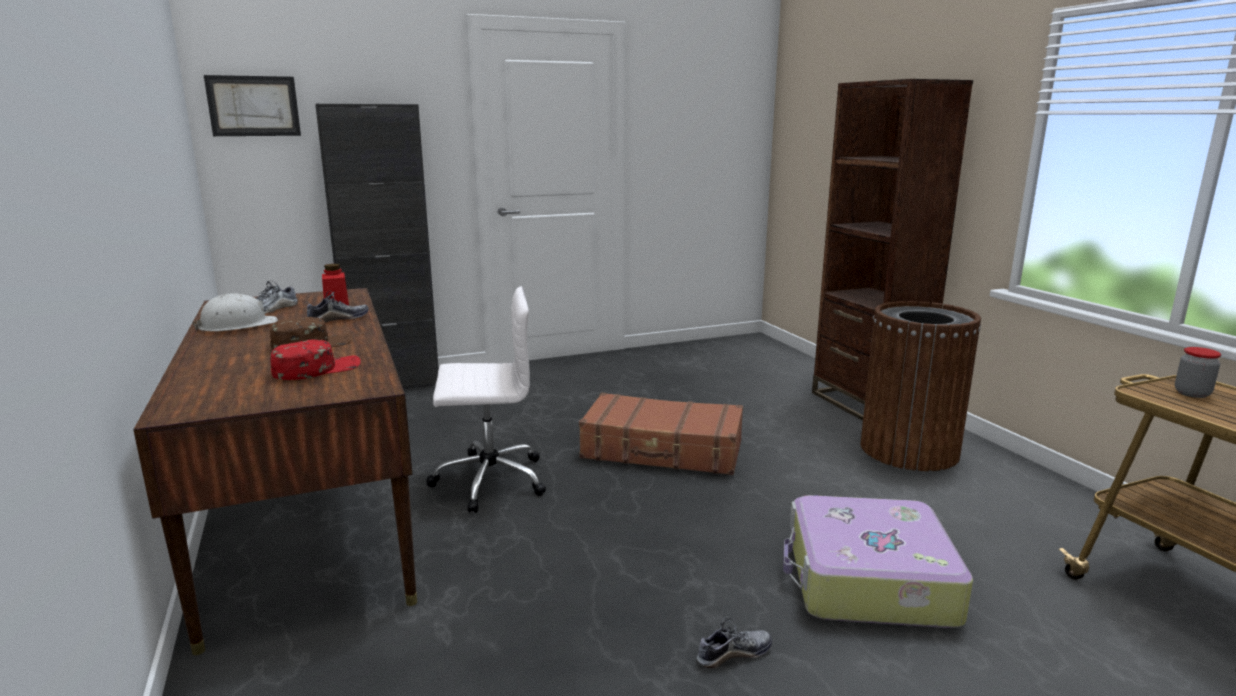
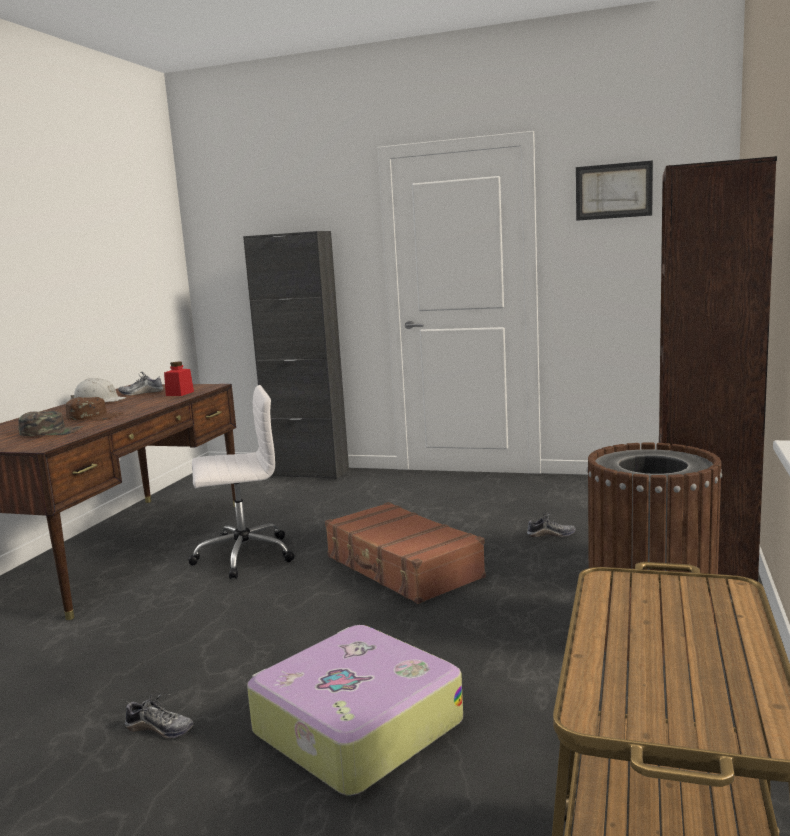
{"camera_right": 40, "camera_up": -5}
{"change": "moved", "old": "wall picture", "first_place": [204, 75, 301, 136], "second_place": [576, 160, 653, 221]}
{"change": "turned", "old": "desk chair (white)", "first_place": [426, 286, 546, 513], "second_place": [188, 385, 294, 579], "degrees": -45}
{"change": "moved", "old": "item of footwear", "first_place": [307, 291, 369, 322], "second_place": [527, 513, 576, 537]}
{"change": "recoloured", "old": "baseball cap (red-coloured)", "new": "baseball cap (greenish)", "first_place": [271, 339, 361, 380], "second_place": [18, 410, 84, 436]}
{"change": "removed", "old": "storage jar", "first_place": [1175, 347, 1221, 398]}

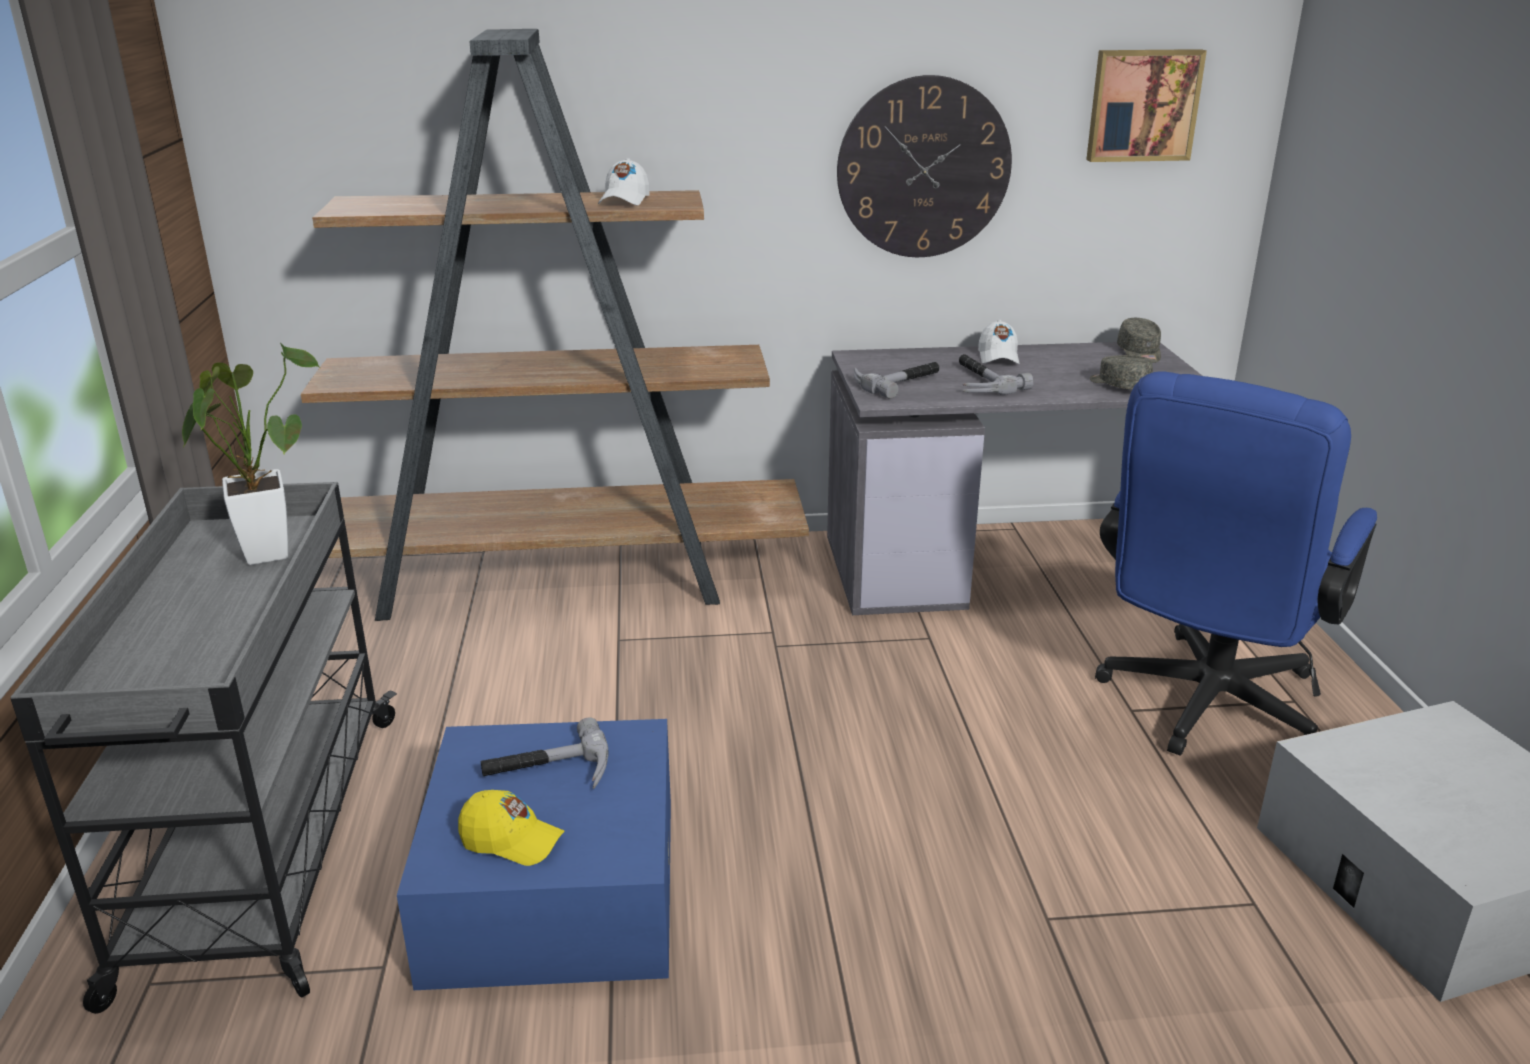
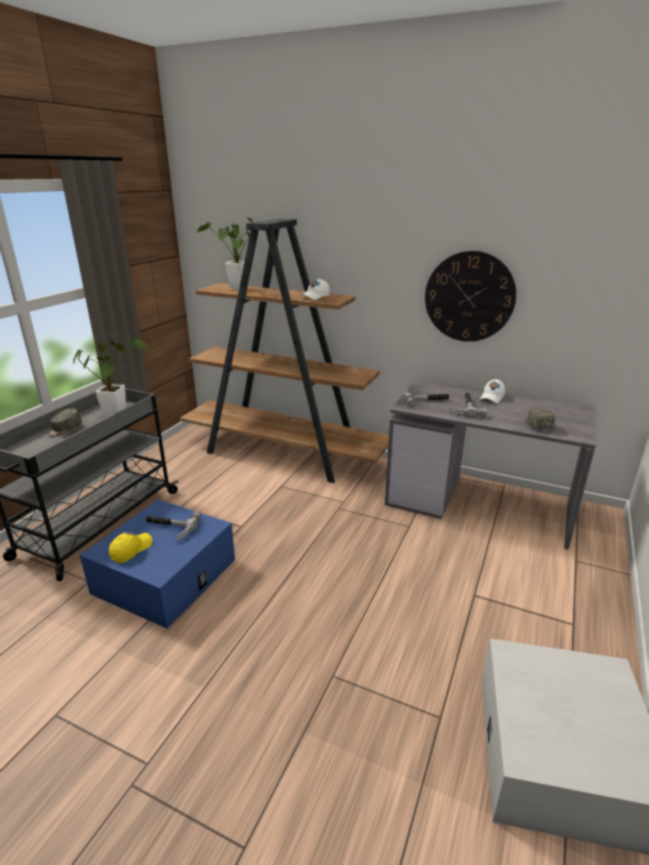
{"camera_right": 30, "camera_up": 0}
{"change": "removed", "old": "wall picture", "first_place": [1086, 49, 1207, 162]}
{"change": "moved", "old": "baseball cap (grey)", "first_place": [1117, 318, 1161, 363], "second_place": [48, 408, 82, 437]}
{"change": "removed", "old": "desk chair (bluish)", "first_place": [1095, 371, 1377, 756]}
{"change": "turned", "old": "baseball cap (yellow-coloured)", "first_place": [458, 790, 564, 866], "second_place": [109, 532, 152, 563], "degrees": -105}
{"change": "added", "new": "houseplant", "second_place": [197, 217, 253, 290]}

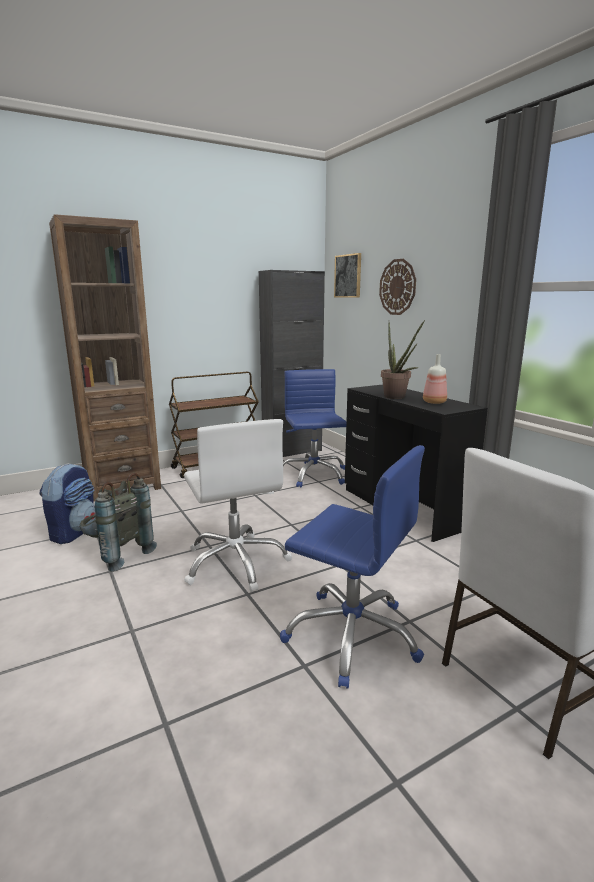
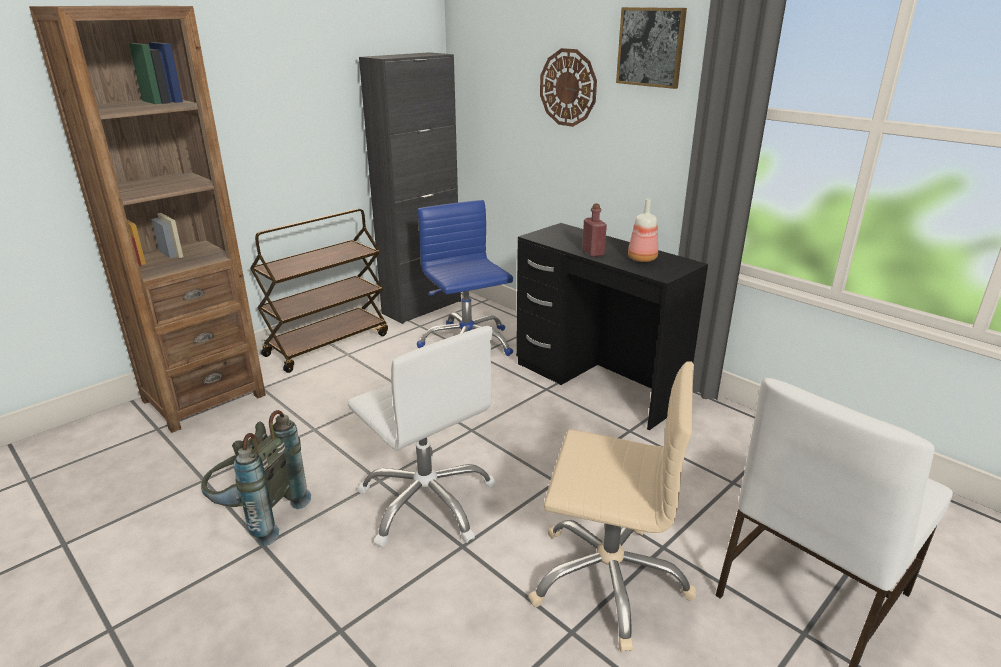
{"camera_right": -15, "camera_up": 10}
{"change": "moved", "old": "wall picture", "first_place": [334, 253, 361, 298], "second_place": [616, 7, 687, 89]}
{"change": "replaced", "old": "houseplant", "new": "drink bottle (red-coloured)", "first_place": [381, 320, 425, 399], "second_place": [582, 203, 607, 257]}
{"change": "recoloured", "old": "desk chair (bluish)", "new": "desk chair (beige-coloured)", "first_place": [280, 445, 425, 689], "second_place": [529, 361, 696, 652]}
{"change": "removed", "old": "rucksack", "first_place": [39, 463, 95, 544]}

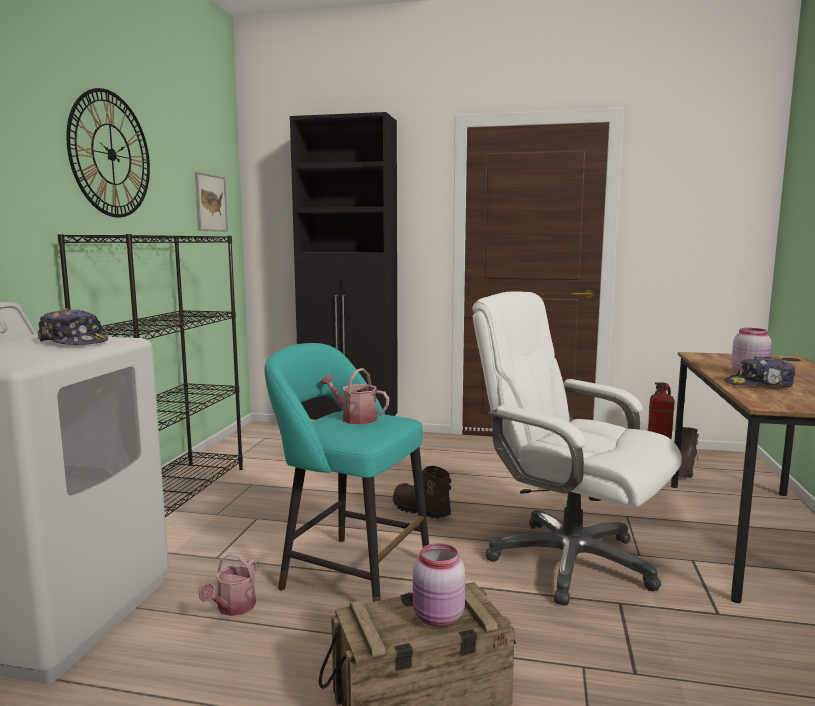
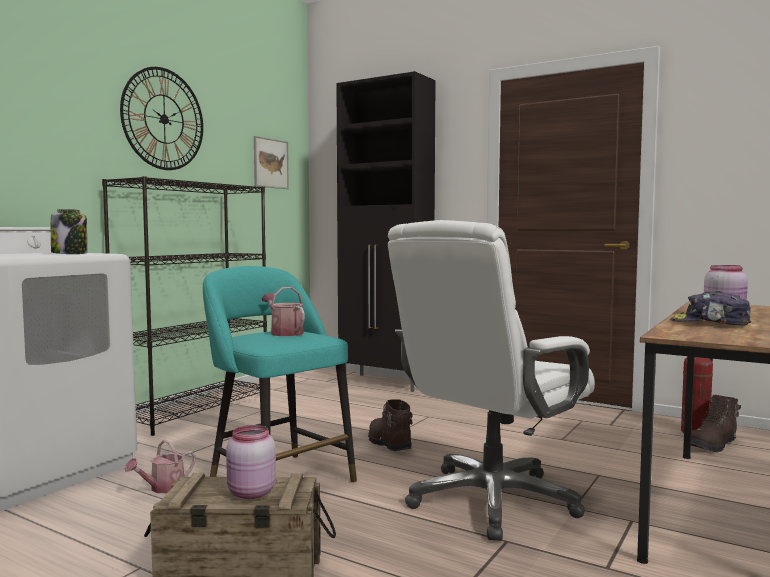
{"camera_right": 20, "camera_up": -5}
{"change": "turned", "old": "desk chair (white)", "first_place": [472, 292, 682, 605], "second_place": [388, 220, 595, 541], "degrees": -105}
{"change": "replaced", "old": "baseball cap", "new": "storage jar", "first_place": [38, 308, 108, 345], "second_place": [51, 209, 87, 254]}

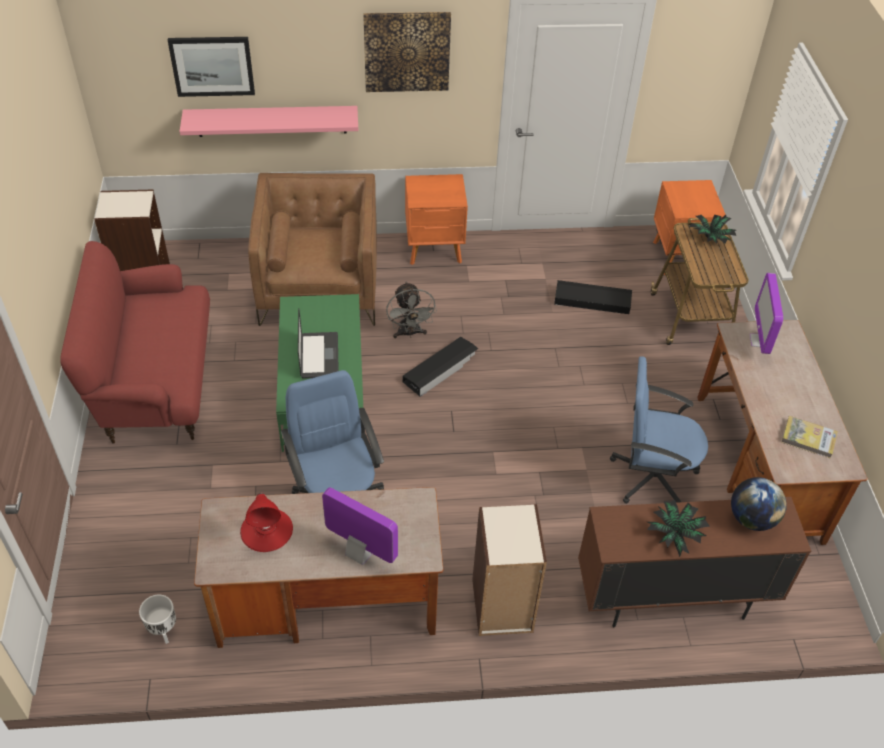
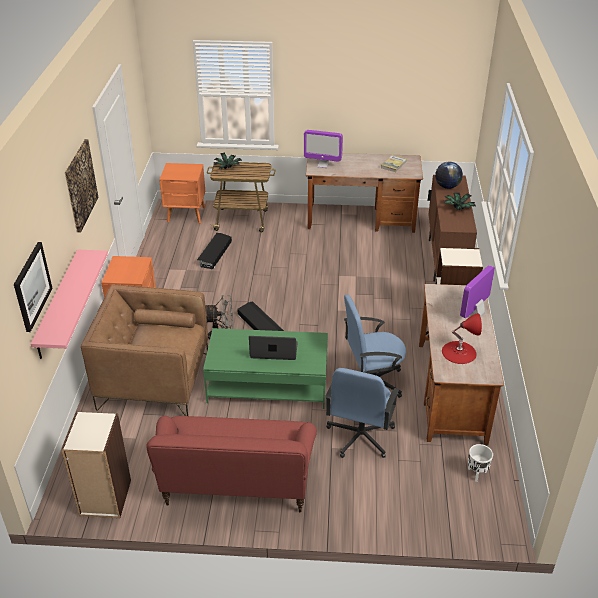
{"camera_right": -80, "camera_up": -10}
{"change": "moved", "old": "desk chair (bluish)", "first_place": [610, 356, 708, 504], "second_place": [325, 368, 400, 458]}

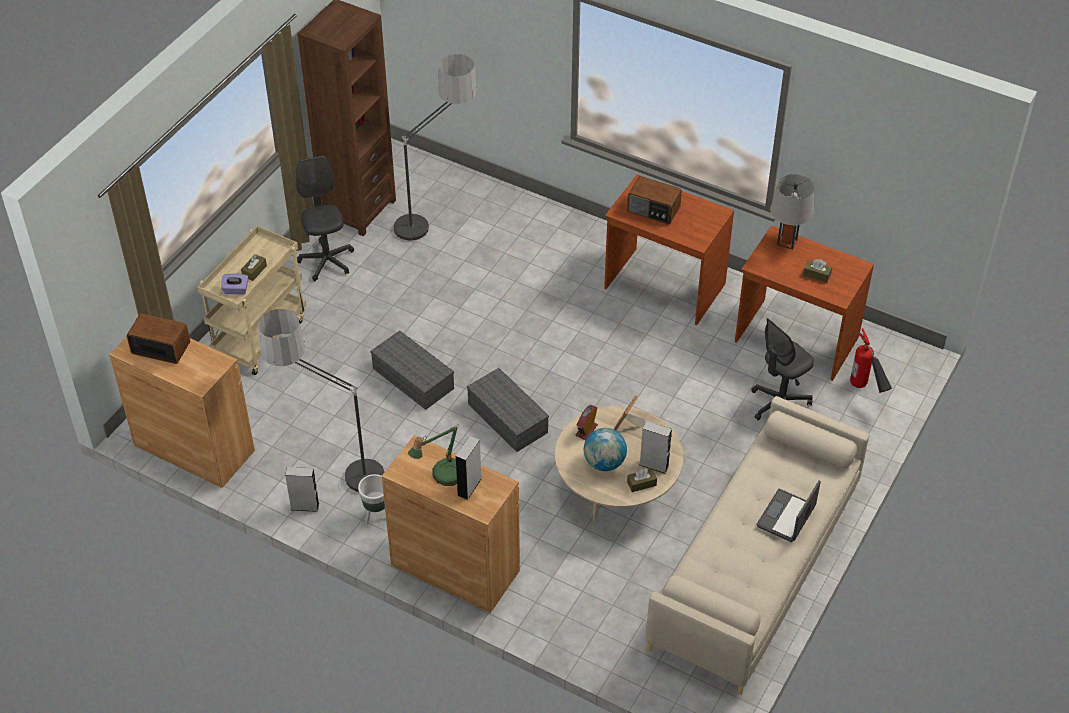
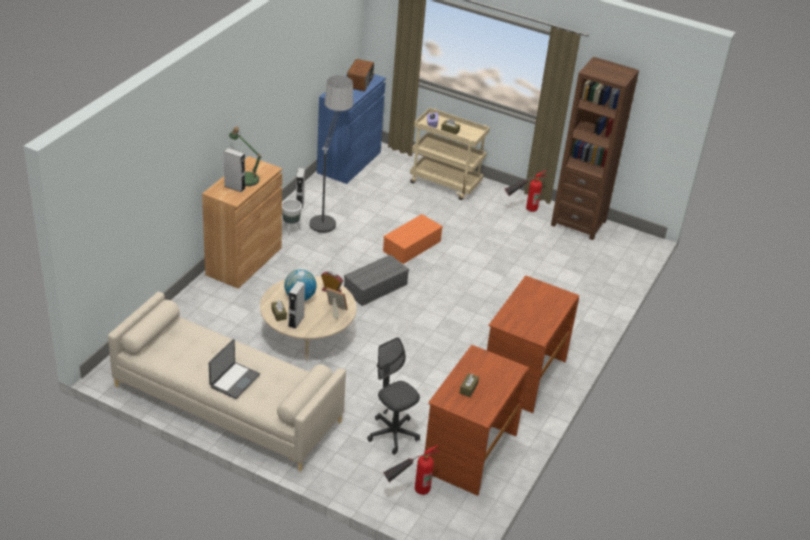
{"camera_right": 85, "camera_up": -10}
{"change": "removed", "old": "standing lamp", "first_place": [392, 54, 477, 241]}
{"change": "replaced", "old": "desk chair (grey)", "new": "fire-fighting cylinder", "first_place": [296, 156, 354, 281], "second_place": [505, 170, 547, 212]}
{"change": "removed", "old": "tabletop lamp (grey)", "first_place": [770, 174, 814, 249]}
{"change": "removed", "old": "radio set", "first_place": [627, 176, 682, 225]}
{"change": "recoloured", "old": "storage box (grey)", "new": "storage box (orange-coloured)", "first_place": [370, 330, 454, 410], "second_place": [383, 214, 443, 264]}
{"change": "recoloured", "old": "cupboard (brownish)", "new": "cupboard (bluish)", "first_place": [109, 337, 255, 488], "second_place": [317, 74, 386, 184]}
{"change": "turned", "old": "laptop", "first_place": [756, 480, 821, 542], "second_place": [209, 339, 260, 399], "degrees": 90}

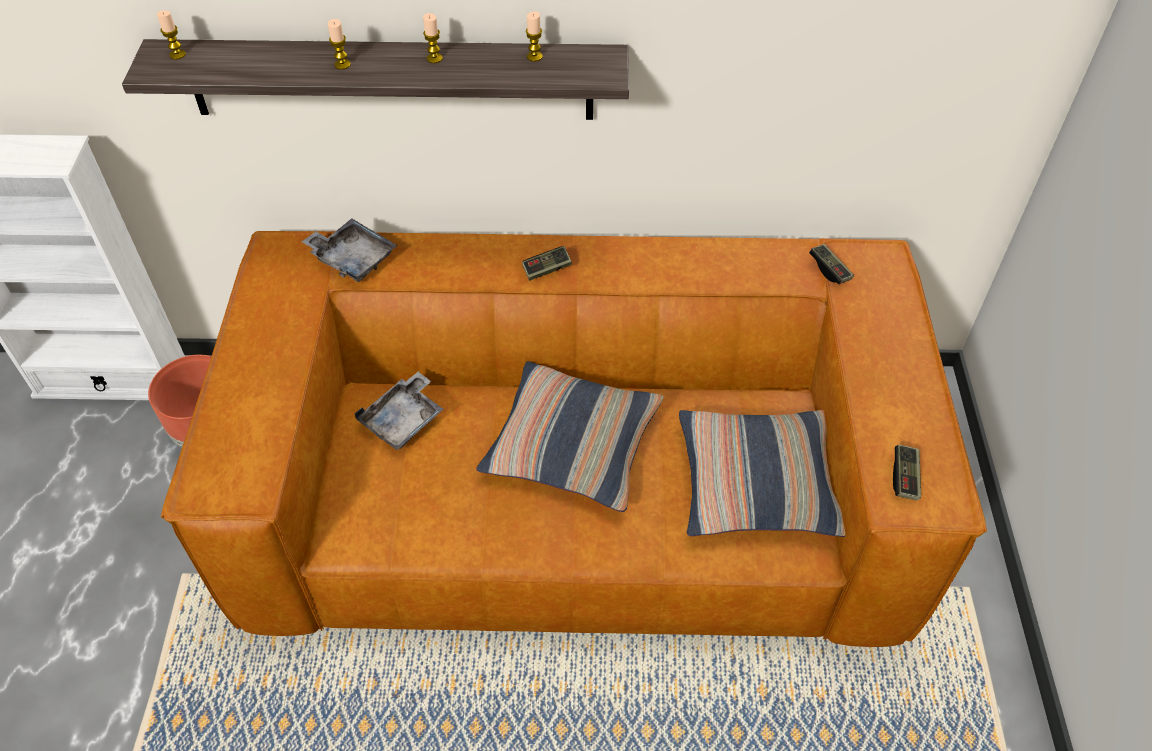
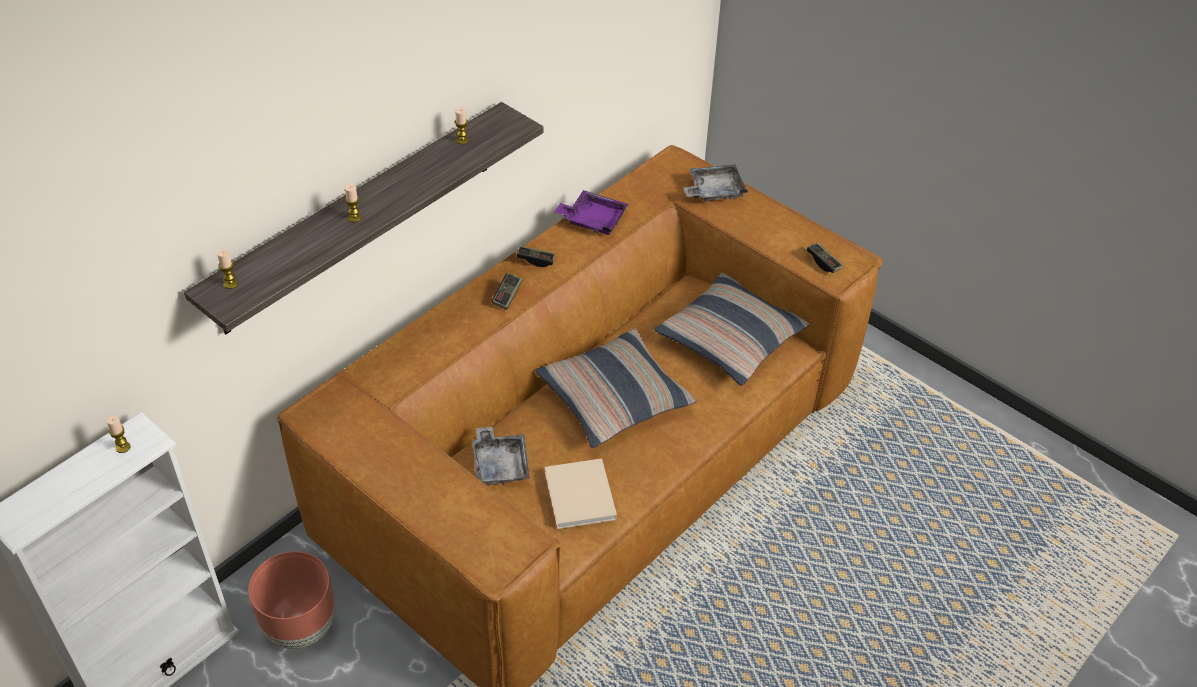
{"camera_right": -50, "camera_up": -5}
{"change": "moved", "old": "candle", "first_place": [423, 13, 443, 63], "second_place": [106, 416, 130, 453]}
{"change": "moved", "old": "serving tray (grey)", "first_place": [302, 218, 398, 282], "second_place": [683, 164, 748, 201]}
{"change": "moved", "old": "joypad", "first_place": [809, 244, 854, 284], "second_place": [516, 246, 555, 267]}
{"change": "added", "new": "serving tray (purple-coloured)", "second_place": [554, 190, 628, 235]}
{"change": "added", "new": "bound book (beige-coloured)", "second_place": [545, 458, 617, 529]}

